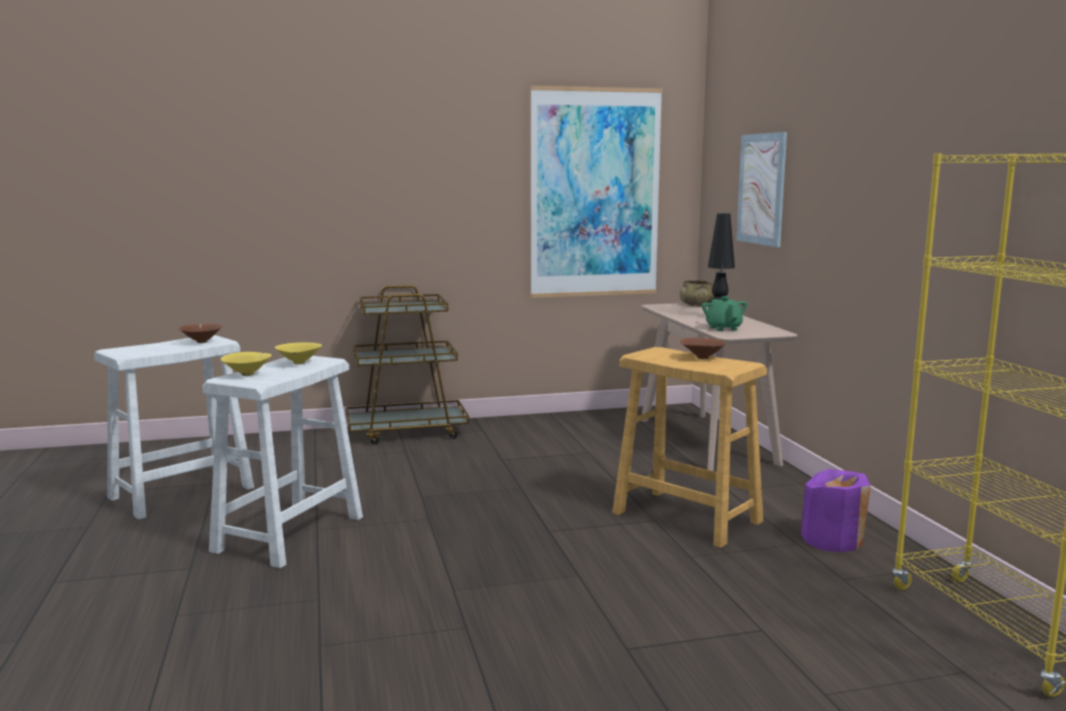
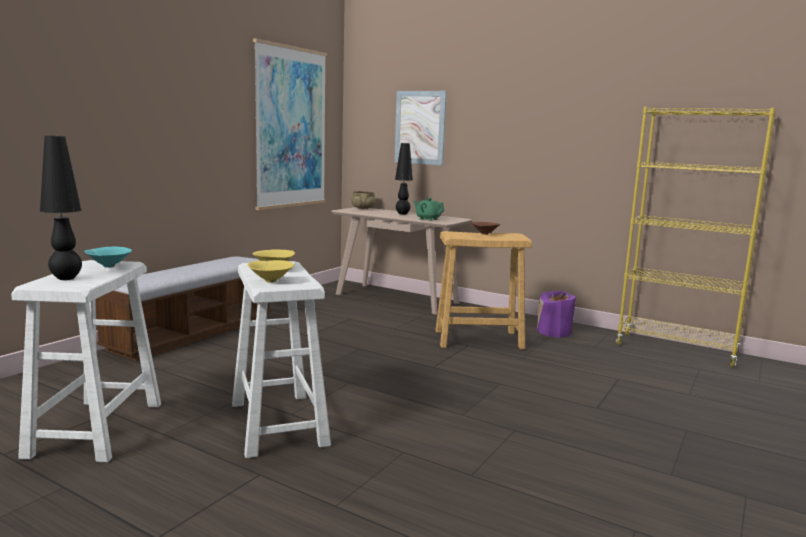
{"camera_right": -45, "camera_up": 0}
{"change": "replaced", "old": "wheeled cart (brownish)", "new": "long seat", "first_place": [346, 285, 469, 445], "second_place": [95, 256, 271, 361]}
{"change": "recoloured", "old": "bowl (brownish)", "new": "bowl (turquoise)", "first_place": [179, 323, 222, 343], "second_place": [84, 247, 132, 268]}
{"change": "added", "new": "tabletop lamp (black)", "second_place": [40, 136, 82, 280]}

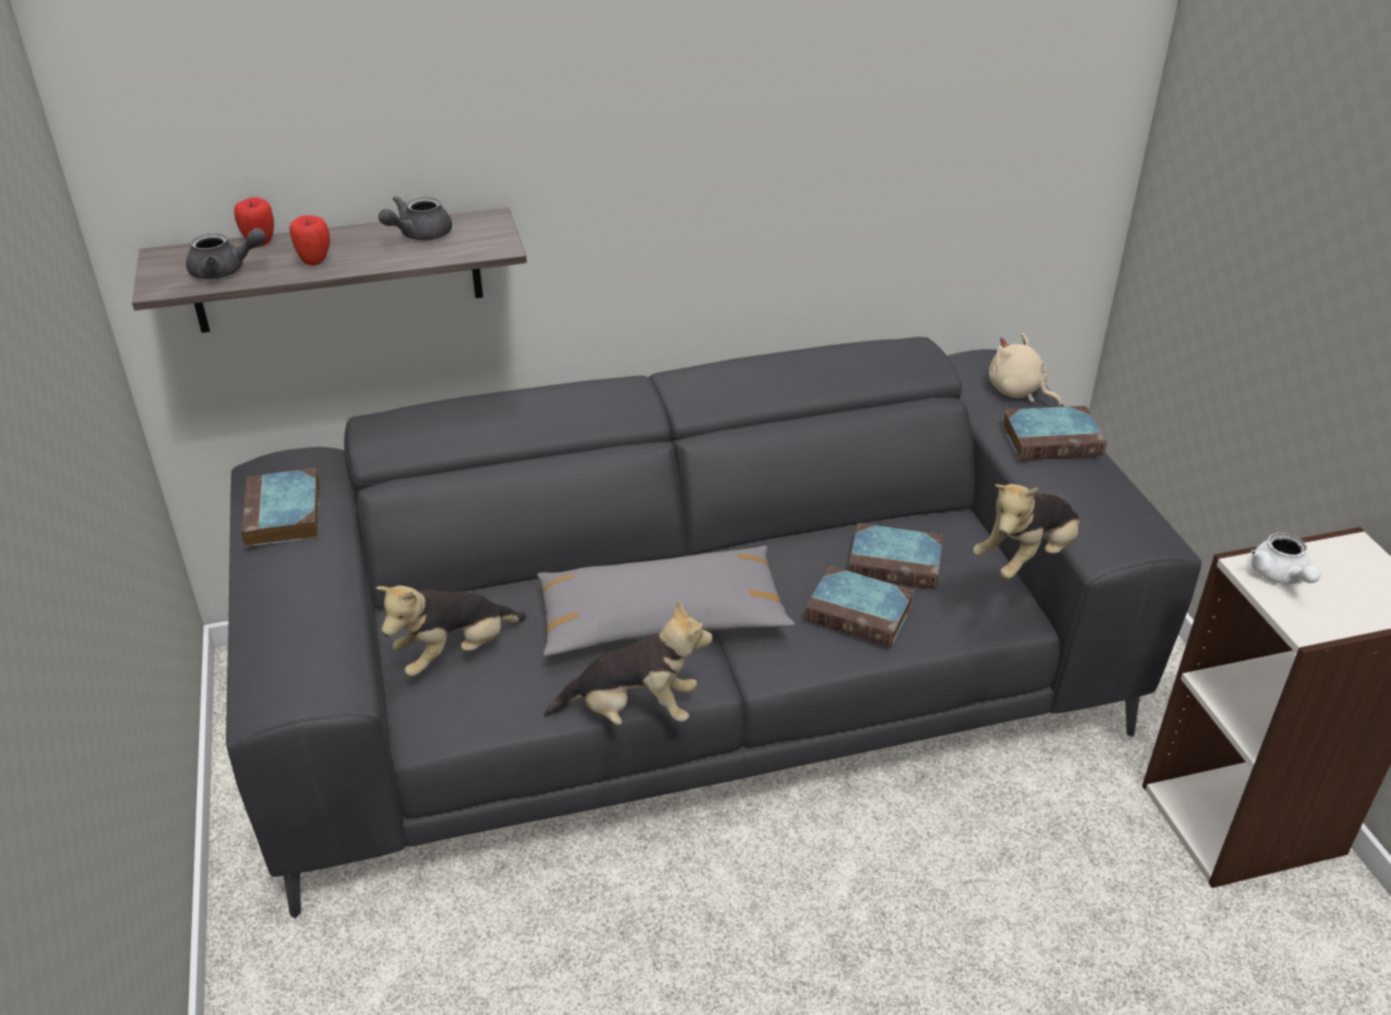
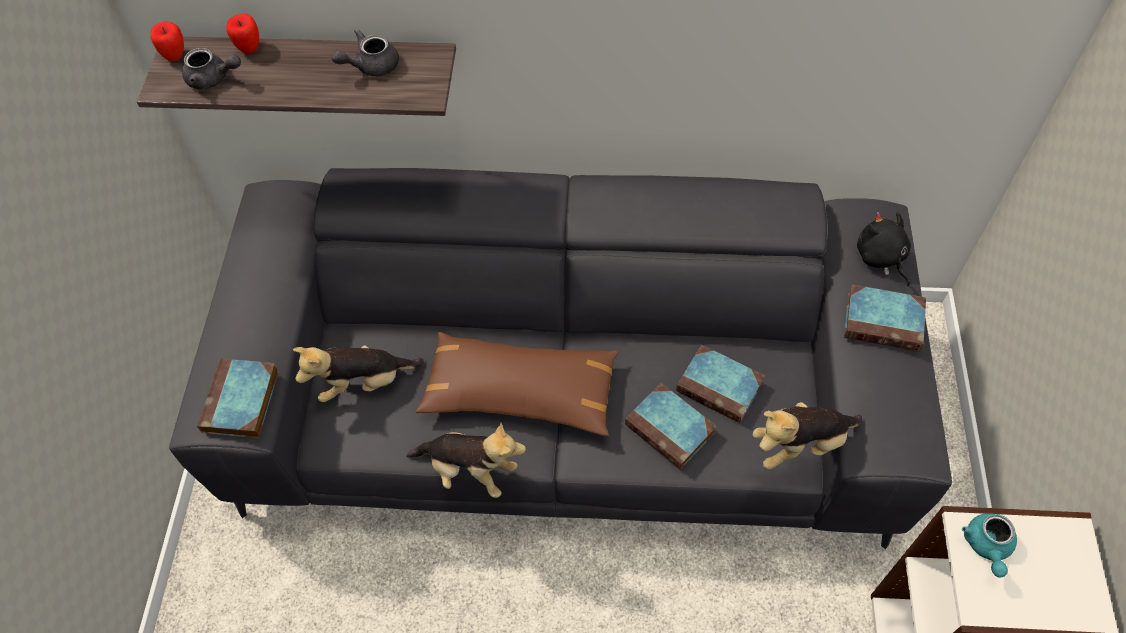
{"camera_right": 20, "camera_up": 20}
{"change": "moved", "old": "apple", "first_place": [290, 215, 330, 266], "second_place": [150, 21, 184, 61]}
{"change": "recoloured", "old": "cuddly toy (beige-coloured)", "new": "cuddly toy (black)", "first_place": [989, 333, 1062, 406], "second_place": [857, 212, 911, 286]}
{"change": "moved", "old": "bound book", "first_place": [241, 468, 319, 547], "second_place": [197, 358, 279, 438]}
{"change": "recoloured", "old": "pot for tea (white)", "new": "pot for tea (turquoise)", "first_place": [1251, 533, 1321, 584], "second_place": [962, 513, 1017, 578]}
{"change": "recoloured", "old": "throw pillow (grey)", "new": "throw pillow (brownish)", "first_place": [537, 546, 795, 657], "second_place": [416, 332, 619, 436]}

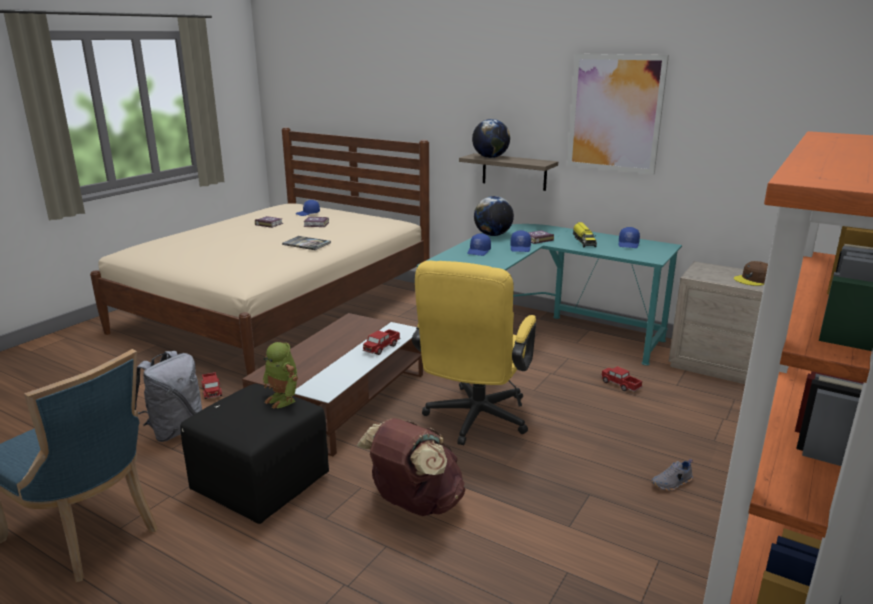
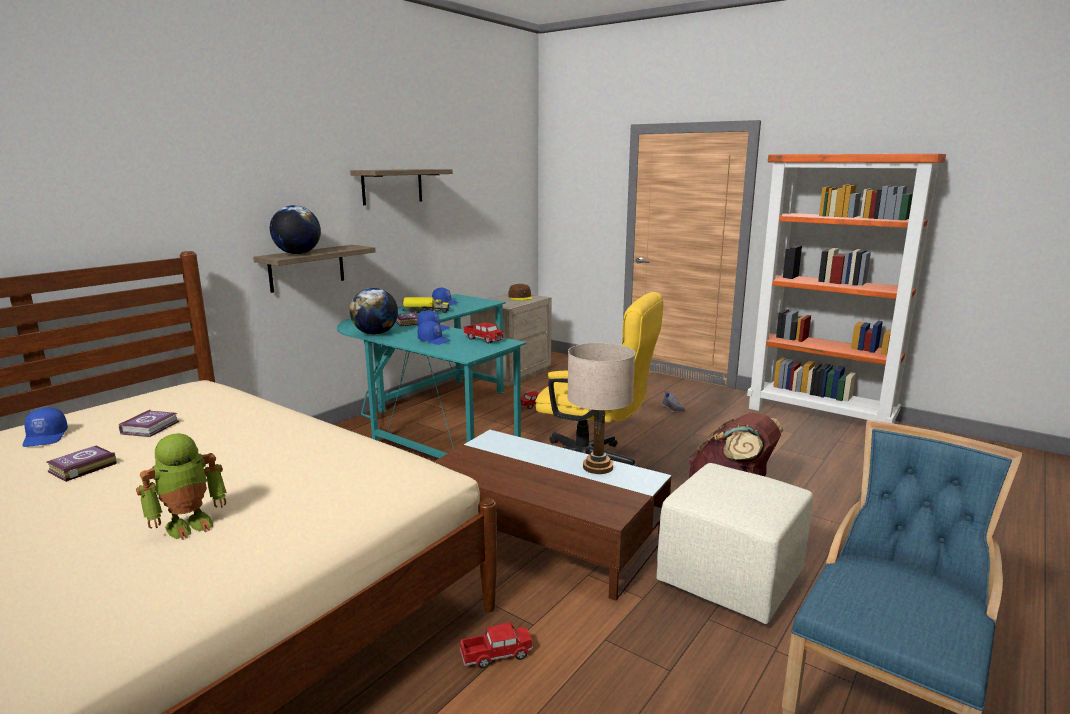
{"camera_right": -85, "camera_up": -5}
{"change": "replaced", "old": "wall picture", "new": "bracket shelf", "first_place": [567, 54, 669, 175], "second_place": [350, 169, 453, 205]}
{"change": "removed", "old": "bound book", "first_place": [282, 236, 331, 250]}
{"change": "moved", "old": "toy lorry", "first_place": [363, 329, 400, 355], "second_place": [463, 322, 504, 344]}
{"change": "moved", "old": "model robot", "first_place": [263, 342, 298, 409], "second_place": [136, 433, 227, 540]}
{"change": "removed", "old": "rucksack (grey)", "first_place": [135, 351, 202, 442]}
{"change": "recoloured", "old": "ottoman (black)", "new": "ottoman (beige-coloured)", "first_place": [180, 384, 329, 524], "second_place": [656, 463, 813, 624]}
{"change": "added", "new": "tabletop lamp (beige-coloured)", "second_place": [567, 343, 635, 474]}

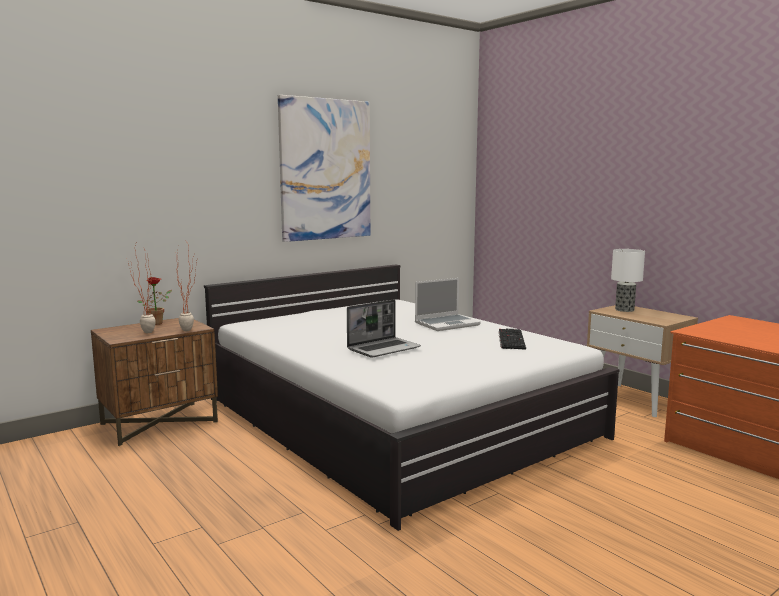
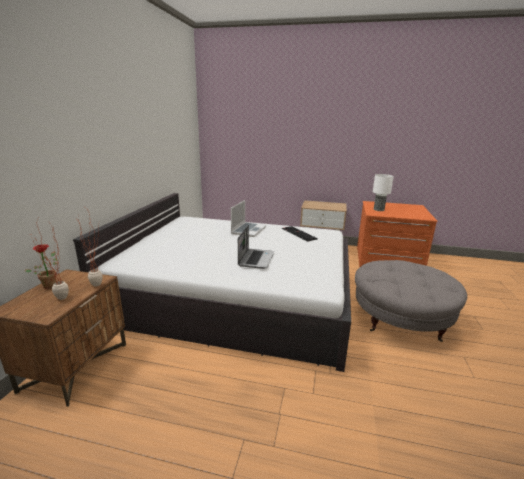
{"camera_right": -40, "camera_up": 10}
{"change": "removed", "old": "wall picture", "first_place": [278, 95, 370, 242]}
{"change": "moved", "old": "tabletop lamp", "first_place": [611, 249, 645, 312], "second_place": [373, 174, 394, 211]}
{"change": "added", "new": "ottoman (grey)", "second_place": [355, 260, 467, 342]}

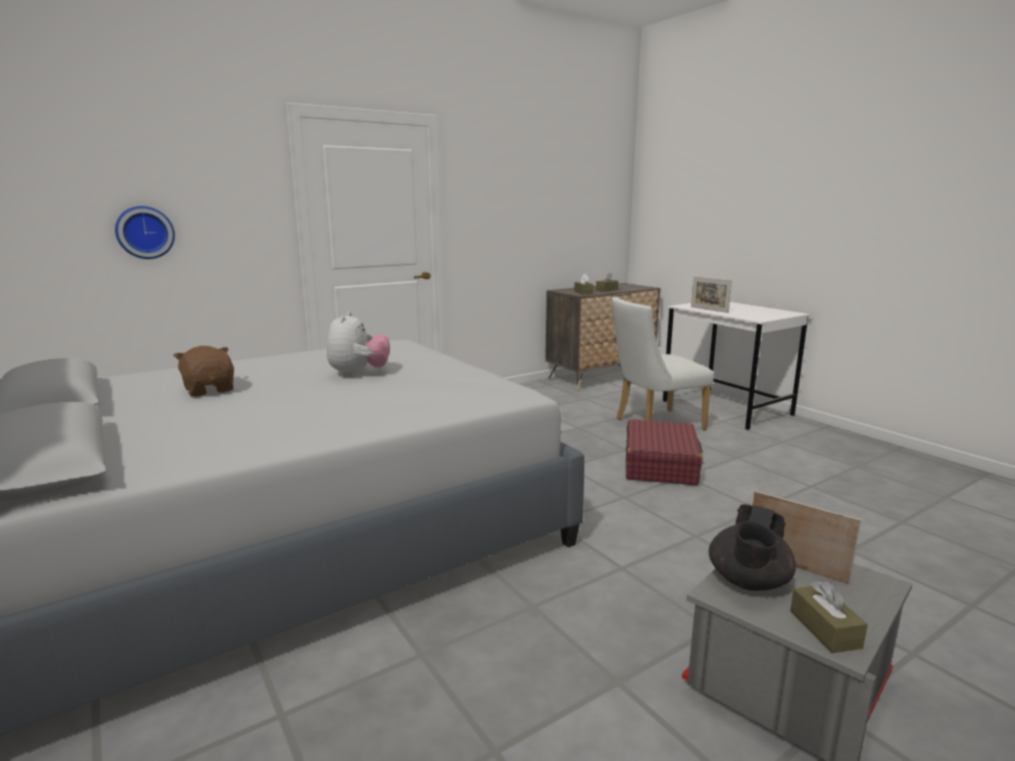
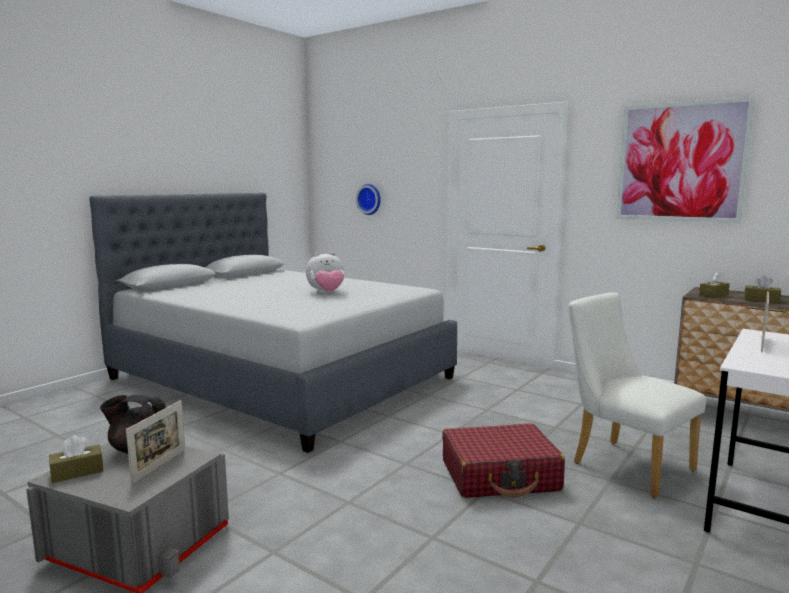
{"camera_right": 70, "camera_up": -5}
{"change": "removed", "old": "cuddly toy (brownish)", "first_place": [173, 346, 234, 397]}
{"change": "added", "new": "wall picture", "second_place": [616, 97, 755, 223]}

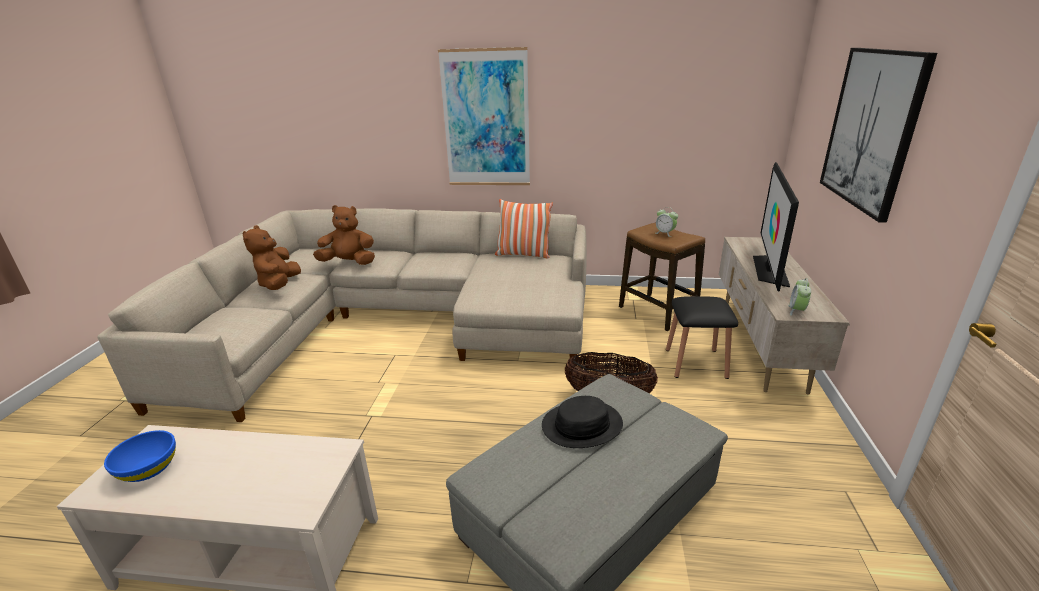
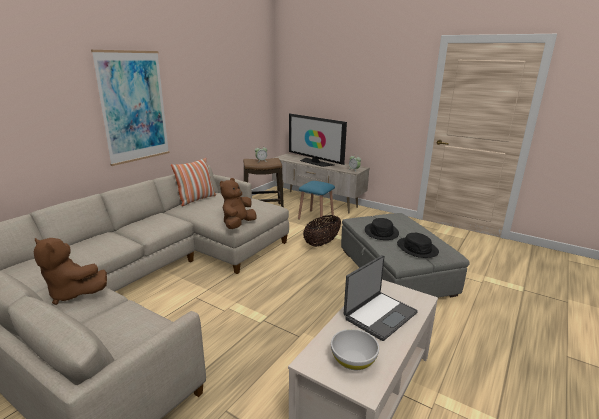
{"camera_right": -65, "camera_up": -5}
{"change": "removed", "old": "wall picture", "first_place": [820, 48, 937, 223]}
{"change": "moved", "old": "cuddly toy (brownish)", "first_place": [313, 205, 375, 265], "second_place": [220, 178, 256, 229]}
{"change": "recoloured", "old": "sitting stool (black)", "new": "sitting stool (bluish)", "first_place": [666, 296, 738, 379], "second_place": [298, 181, 335, 223]}
{"change": "recoloured", "old": "bowl (bluish)", "new": "bowl (white)", "first_place": [104, 430, 176, 482], "second_place": [331, 329, 379, 370]}
{"change": "added", "new": "wearable hat (black)", "second_place": [397, 233, 439, 258]}
{"change": "added", "new": "laptop", "second_place": [344, 255, 418, 341]}

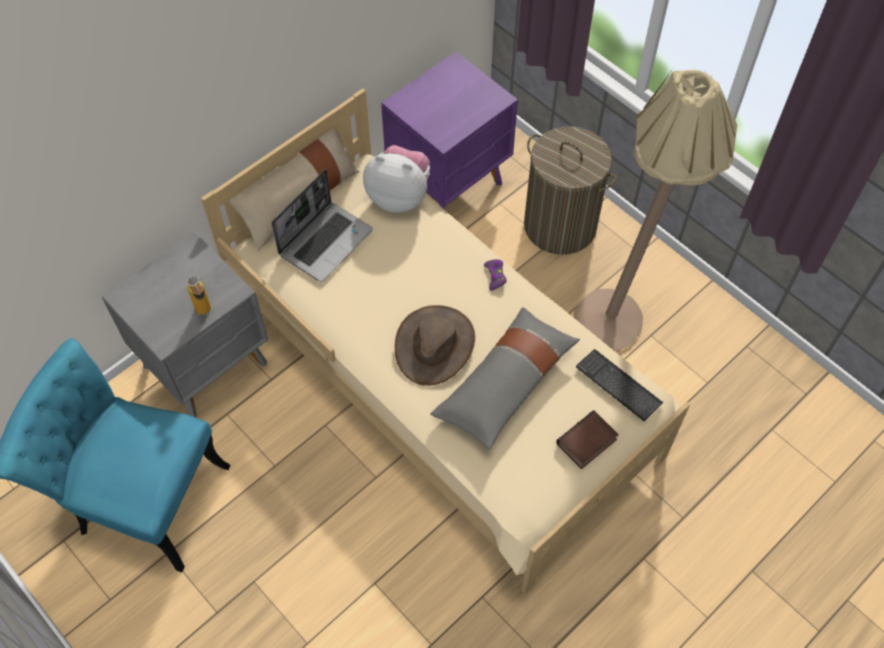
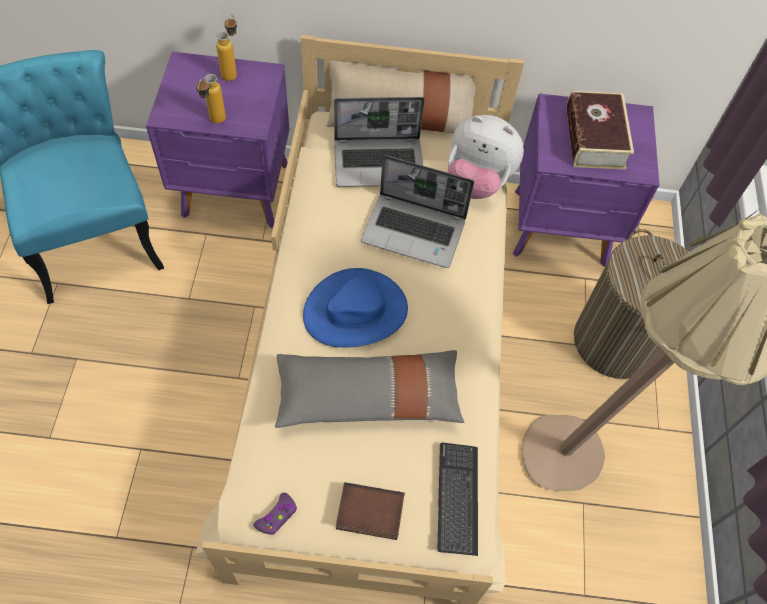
{"camera_right": 45, "camera_up": 0}
{"change": "turned", "old": "cuddly toy", "first_place": [363, 145, 430, 213], "second_place": [448, 115, 524, 199], "degrees": 135}
{"change": "recoloured", "old": "bedside table (grey)", "new": "bedside table (purple-coloured)", "first_place": [102, 232, 269, 418], "second_place": [146, 52, 290, 228]}
{"change": "moved", "old": "joypad (purple-coloured)", "first_place": [484, 259, 507, 291], "second_place": [253, 493, 297, 535]}
{"change": "recoloured", "old": "wearable hat (brownish)", "new": "wearable hat (bluish)", "first_place": [395, 305, 475, 386], "second_place": [303, 268, 408, 347]}
{"change": "added", "new": "drink bottle", "second_place": [216, 15, 237, 81]}
{"change": "added", "new": "bound book", "second_place": [566, 91, 634, 170]}
{"change": "added", "new": "laptop", "second_place": [361, 155, 474, 268]}

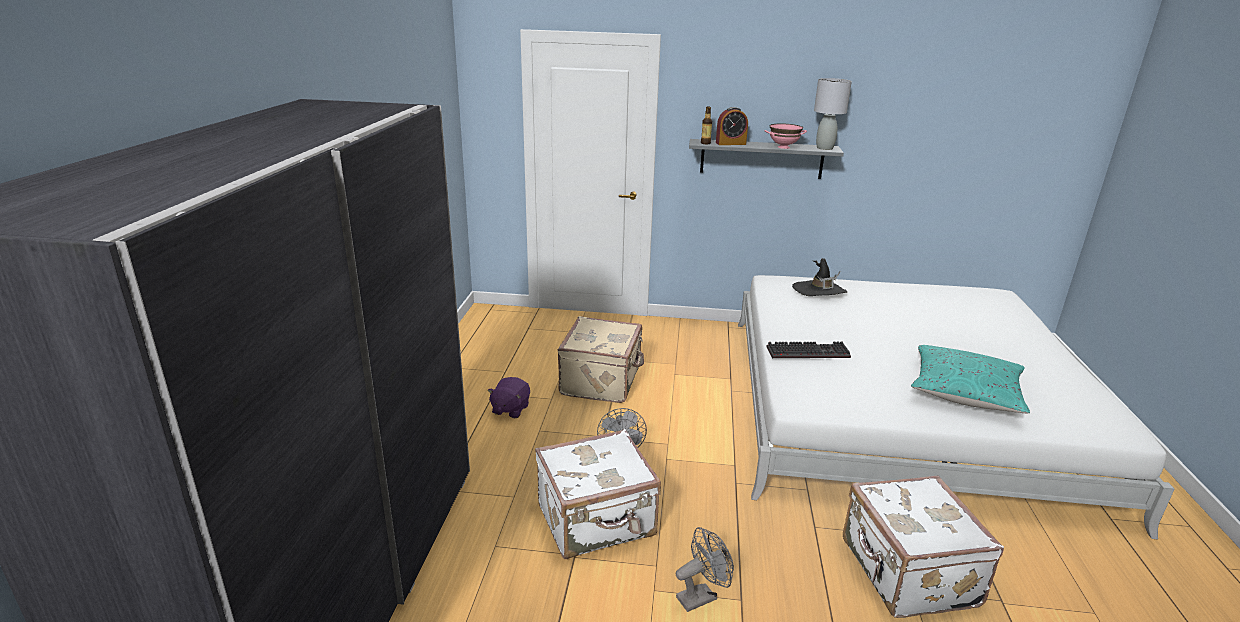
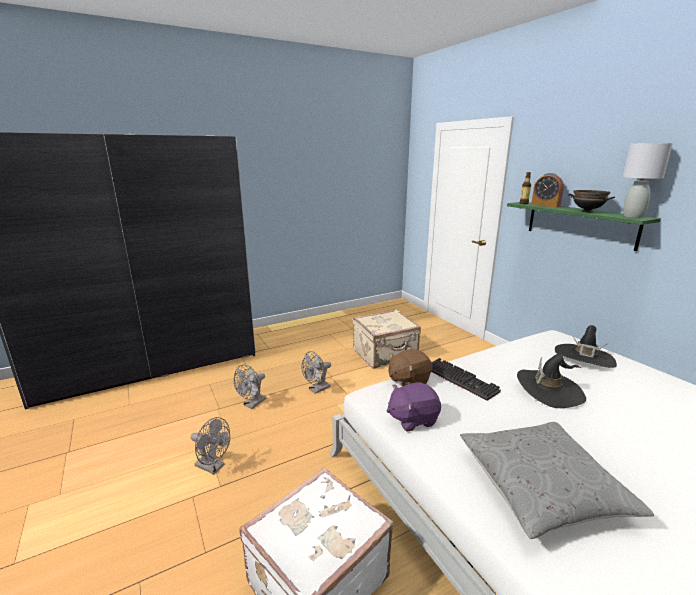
{"camera_right": 55, "camera_up": -5}
{"change": "recoloured", "old": "bowl (pink)", "new": "bowl (black)", "first_place": [765, 124, 807, 149], "second_place": [568, 190, 615, 213]}
{"change": "recoloured", "old": "bracket shelf (grey)", "new": "bracket shelf (greenish)", "first_place": [689, 139, 844, 179], "second_place": [507, 202, 661, 251]}
{"change": "recoloured", "old": "throw pillow (turquoise)", "new": "throw pillow (grey)", "first_place": [911, 345, 1030, 413], "second_place": [460, 422, 654, 539]}
{"change": "moved", "old": "cuddly toy (purple-coloured)", "first_place": [487, 377, 530, 418], "second_place": [387, 382, 441, 431]}
{"change": "replaced", "old": "travel case (white)", "new": "electric fan (grey)", "first_place": [535, 429, 661, 559], "second_place": [234, 365, 266, 409]}
{"change": "added", "new": "cuddly toy (brownish)", "second_place": [388, 349, 433, 386]}
{"change": "added", "new": "wearable hat (black)", "second_place": [517, 354, 586, 408]}

